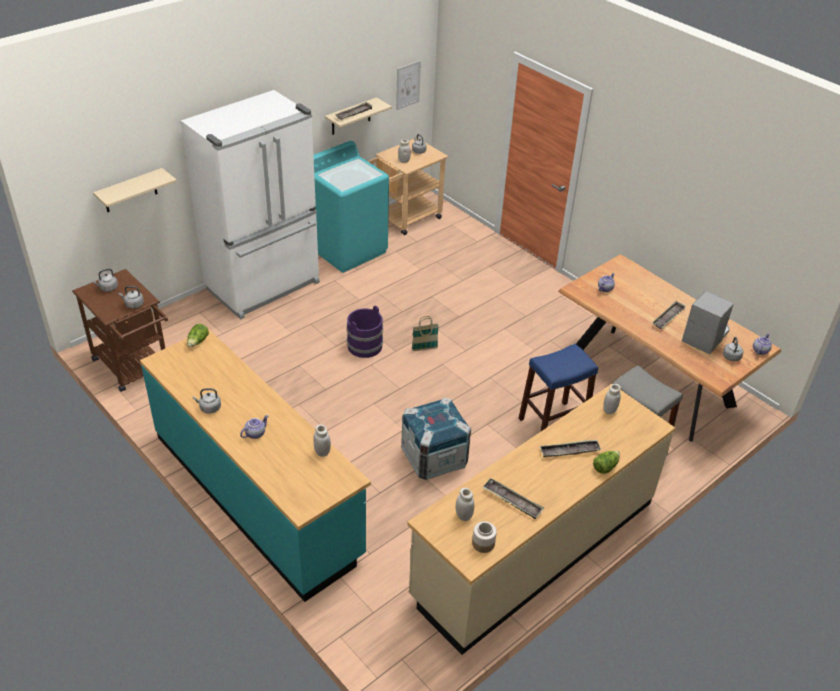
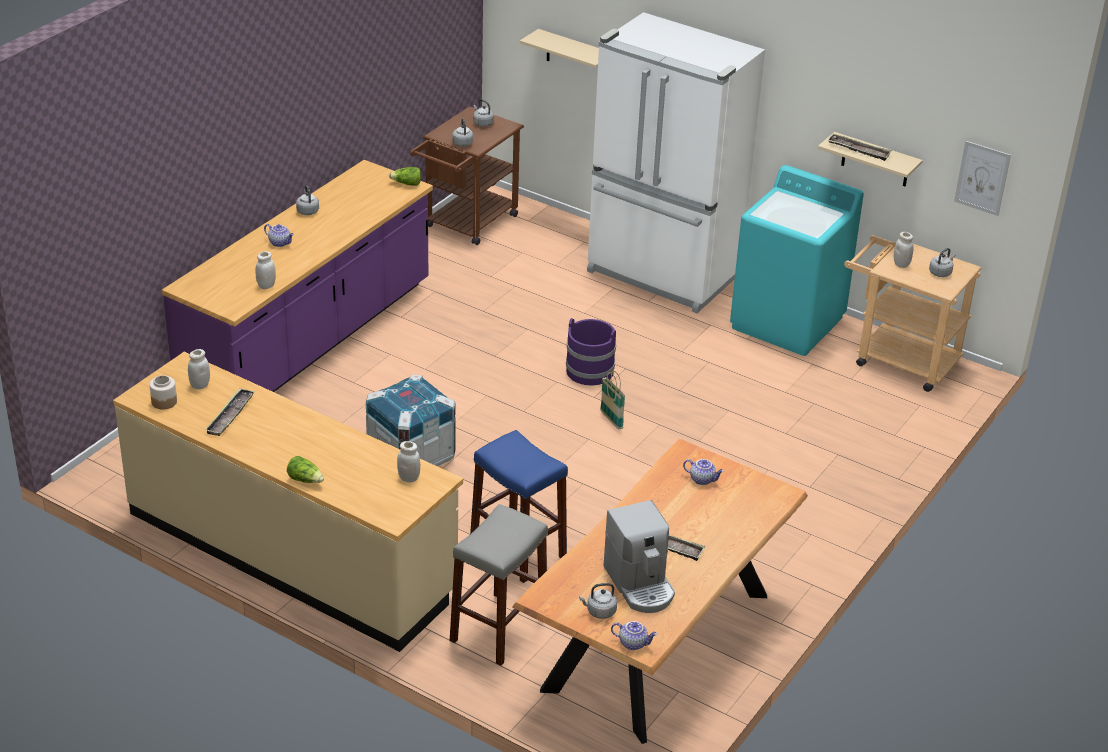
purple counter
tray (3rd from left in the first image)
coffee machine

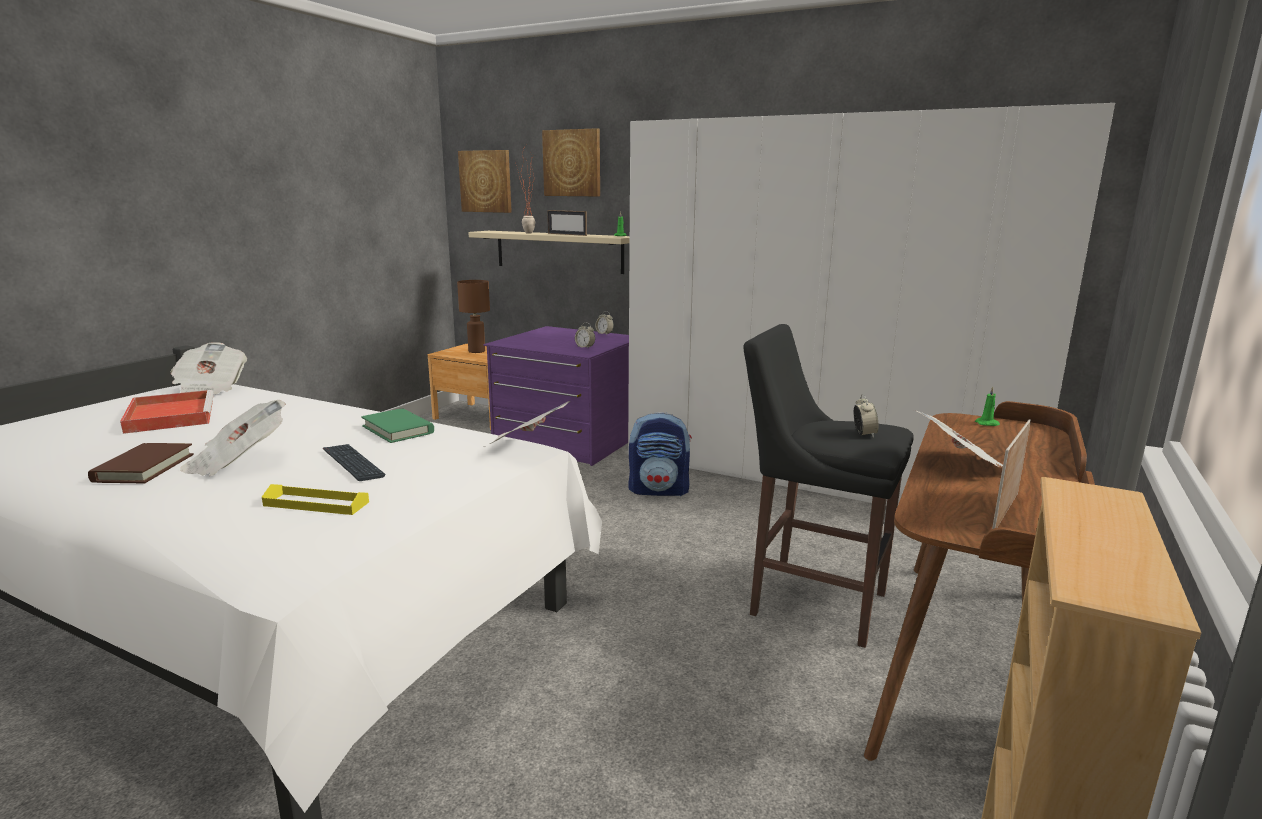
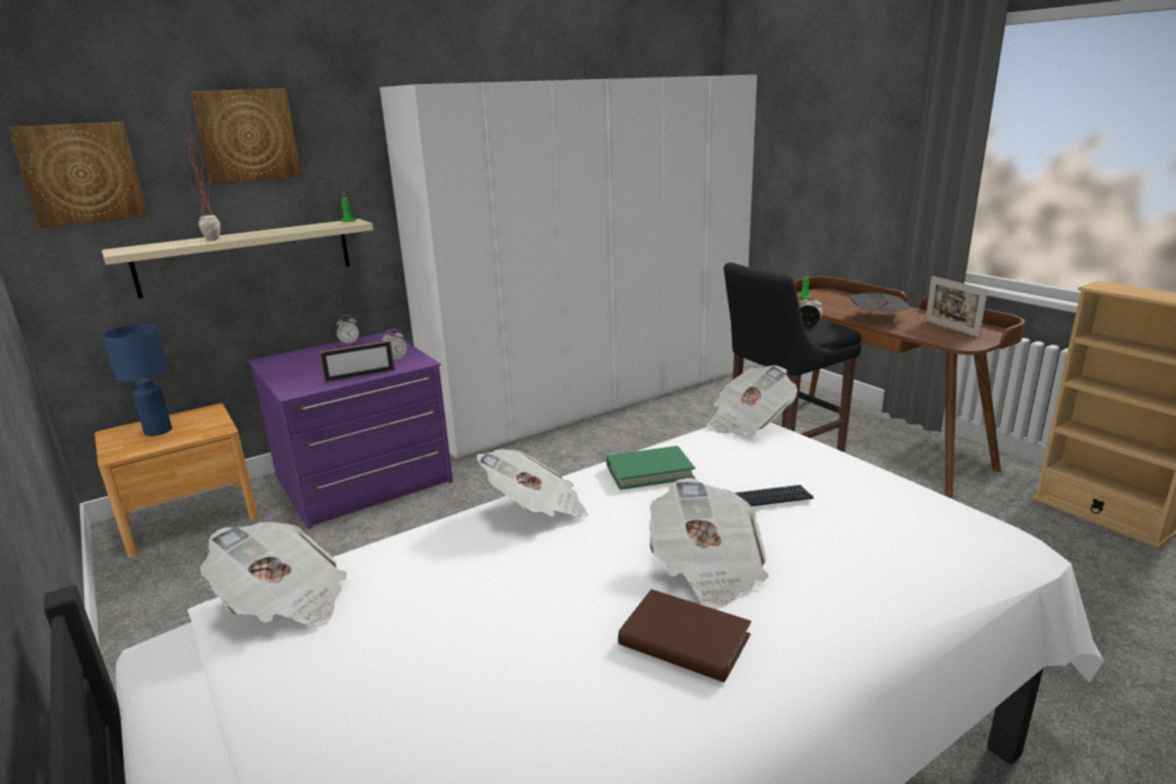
red tray
yellow tray
blue table lamp
picture frame (1st from left)
backpack
newspaper (2nd from left)

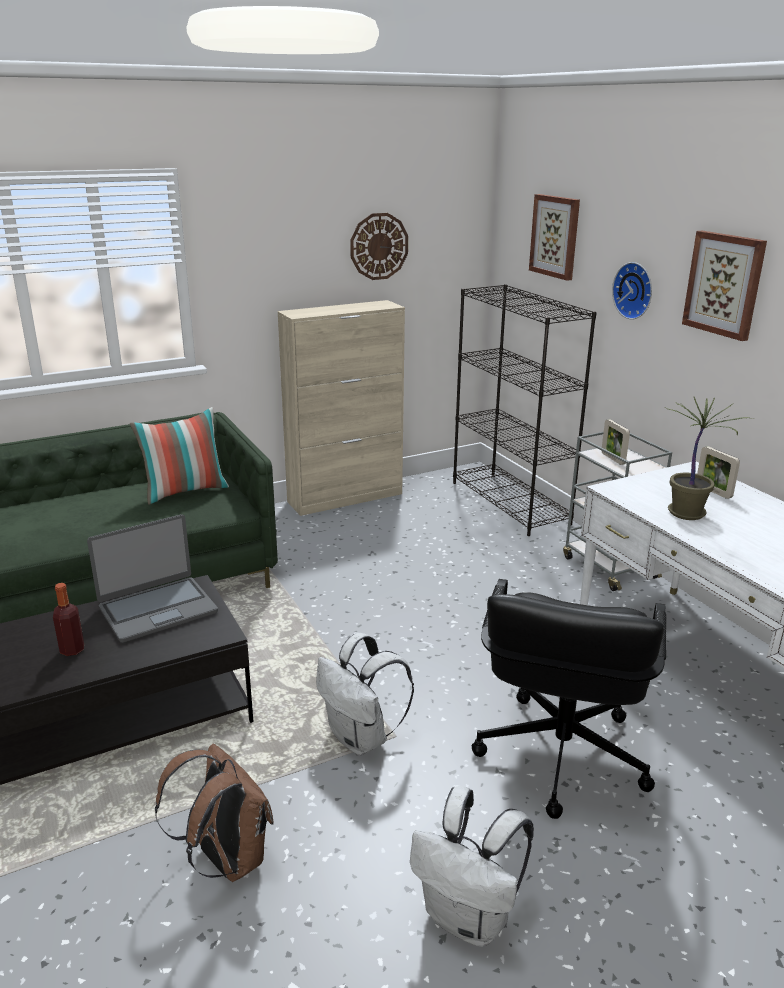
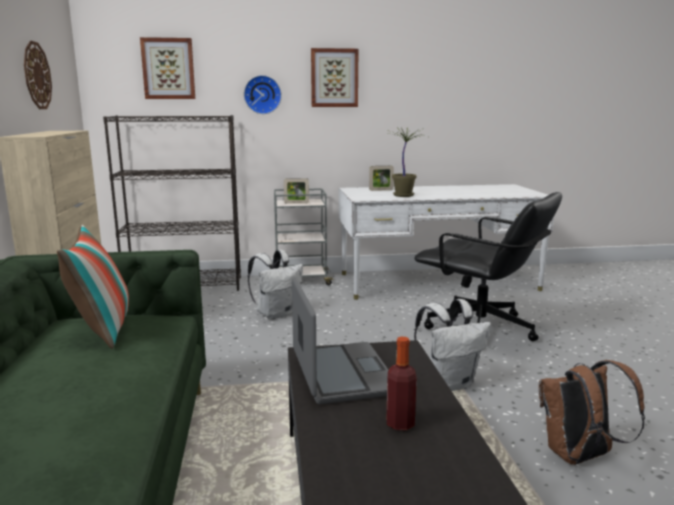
white backpack (1st from left)

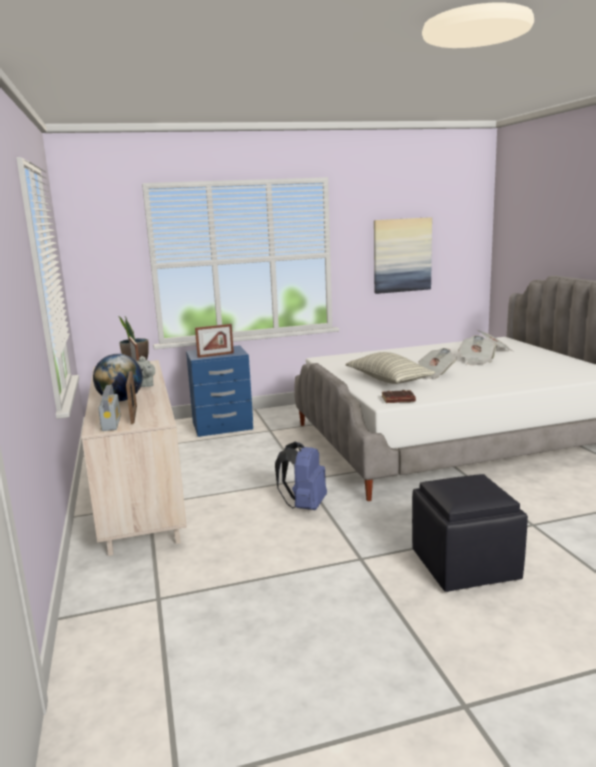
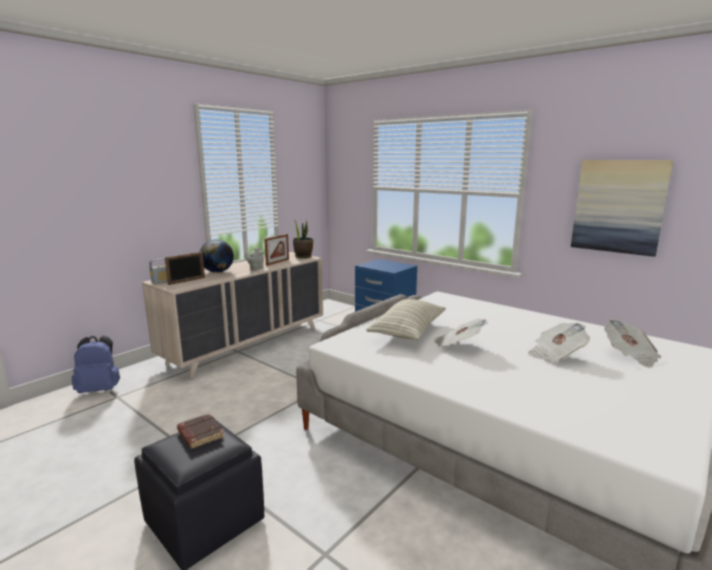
picture frame (3rd from left in the first image)
blue backpack
brown book

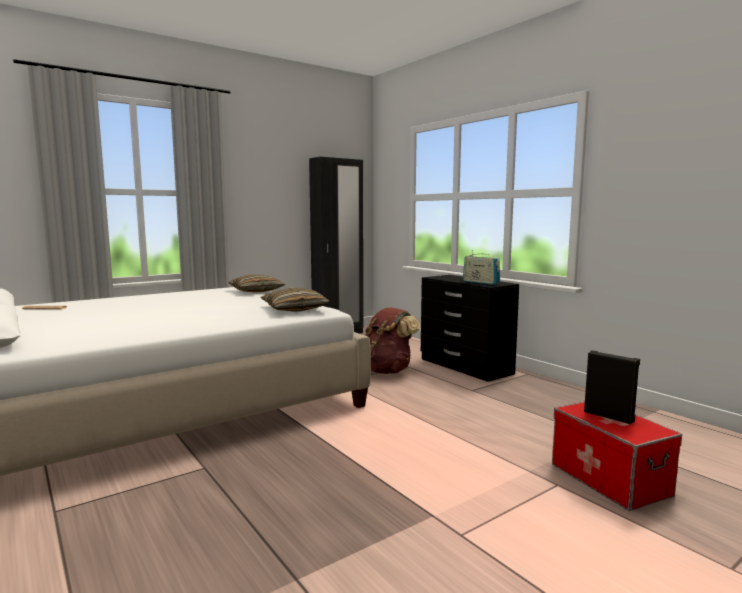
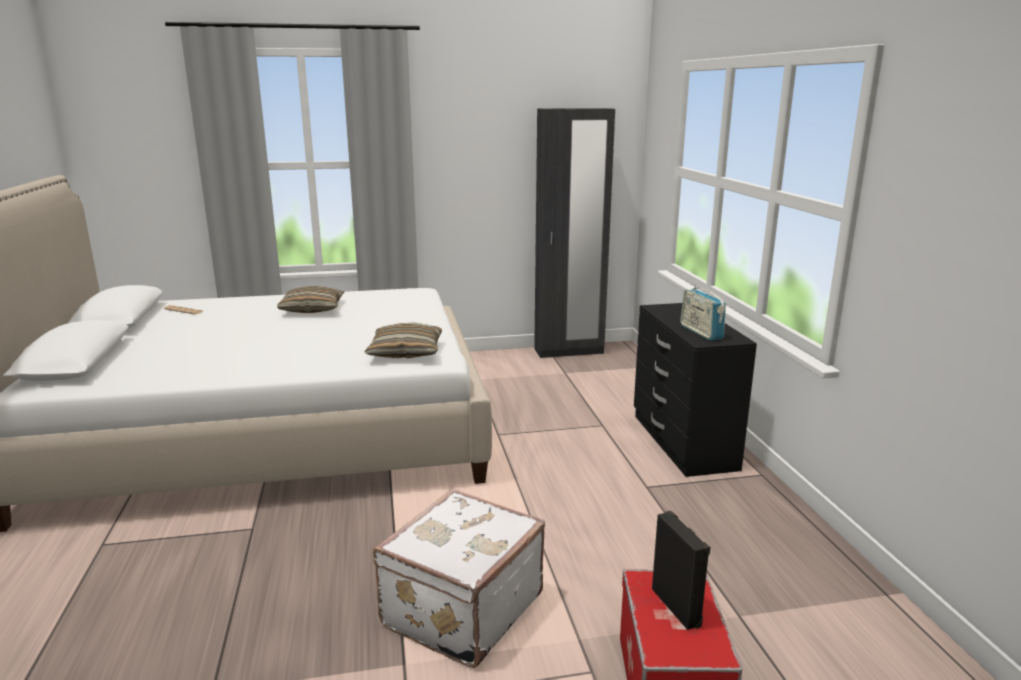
pillow (1st from left)
brown backpack
white suitcase

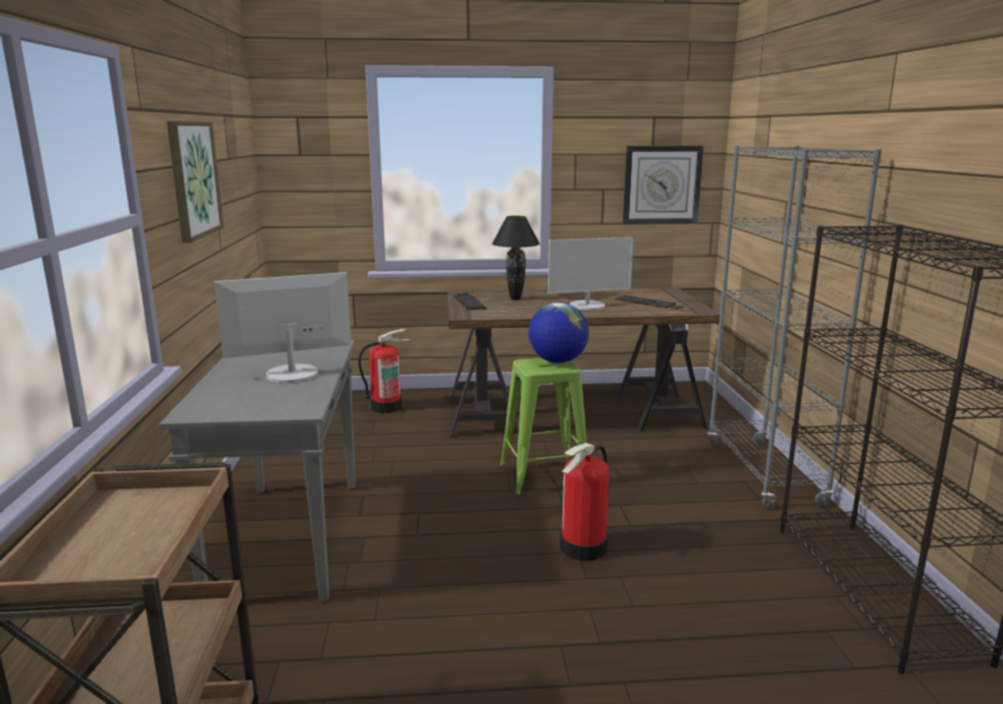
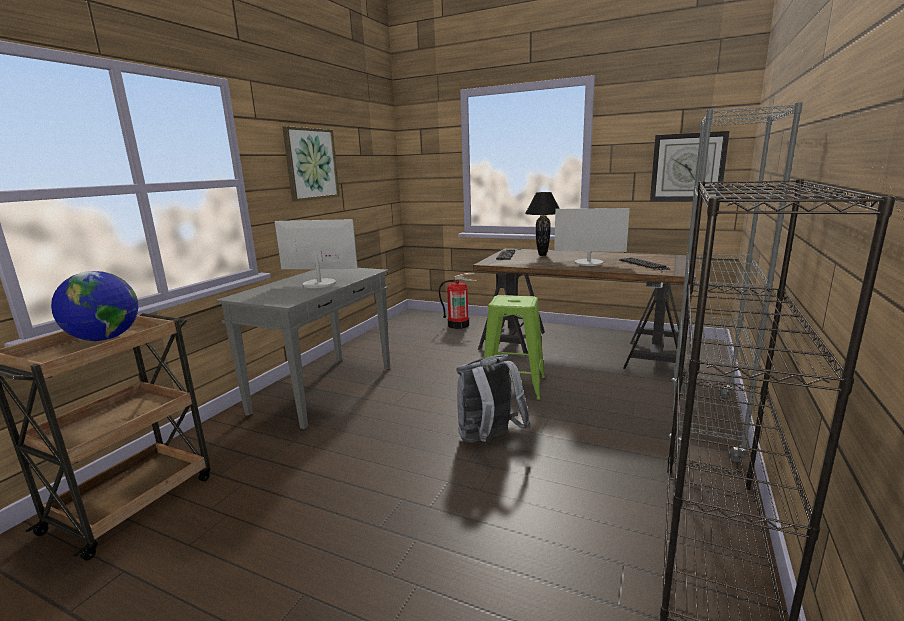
globe
grey backpack

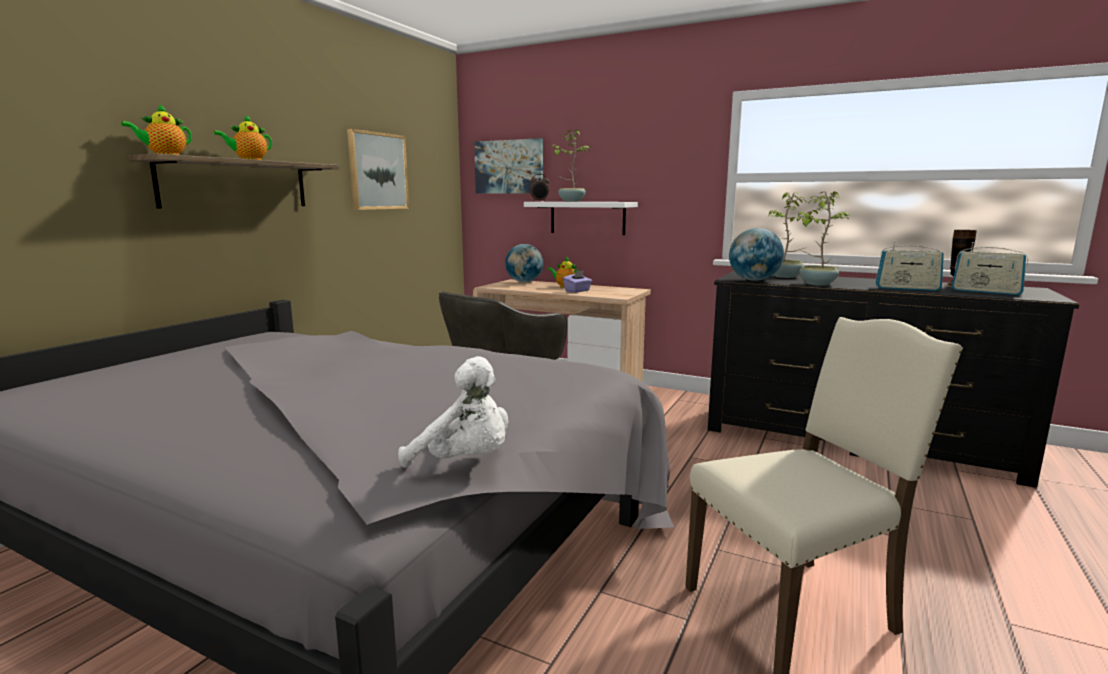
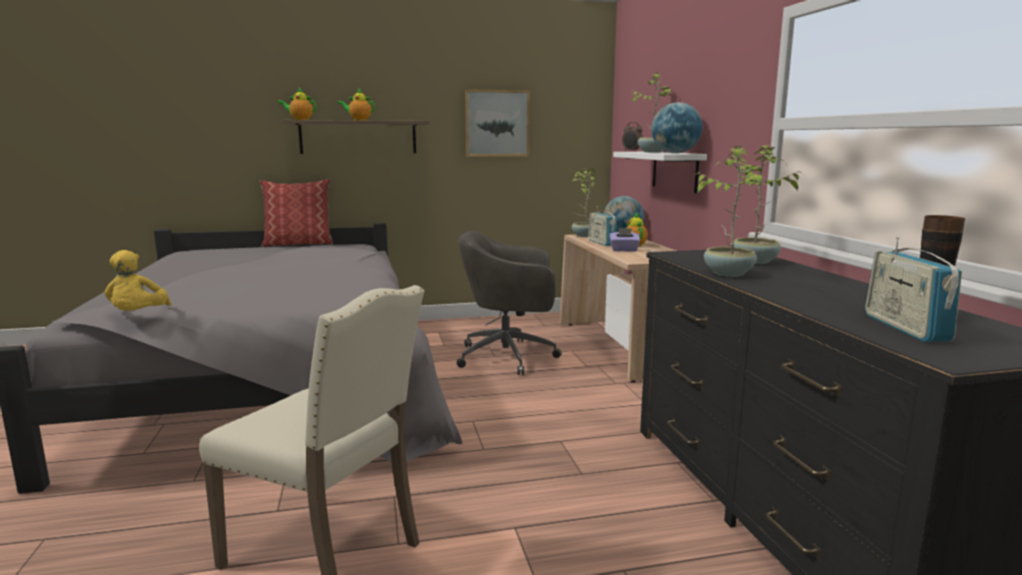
yellow plush toy
picture (2nd from left in the first image)
globe (2nd from left)
radio (1st from left)
pillow
potted plant (1st from left)

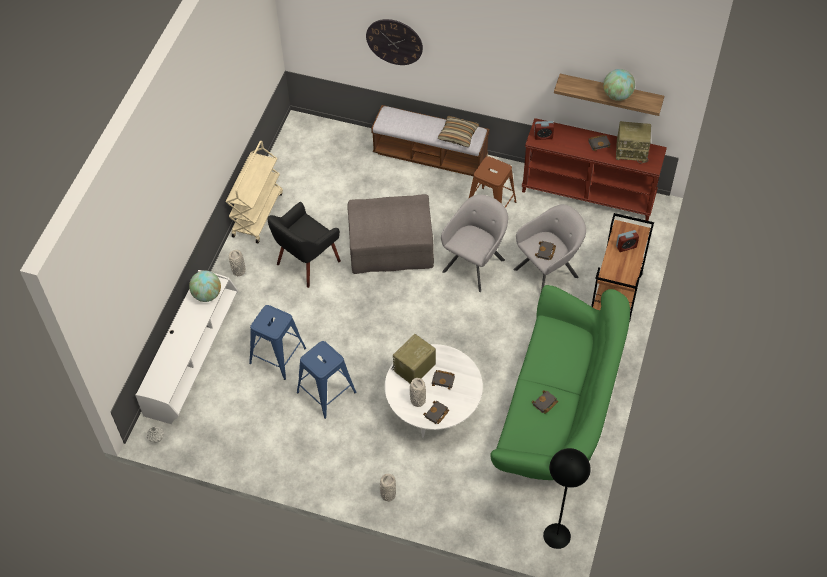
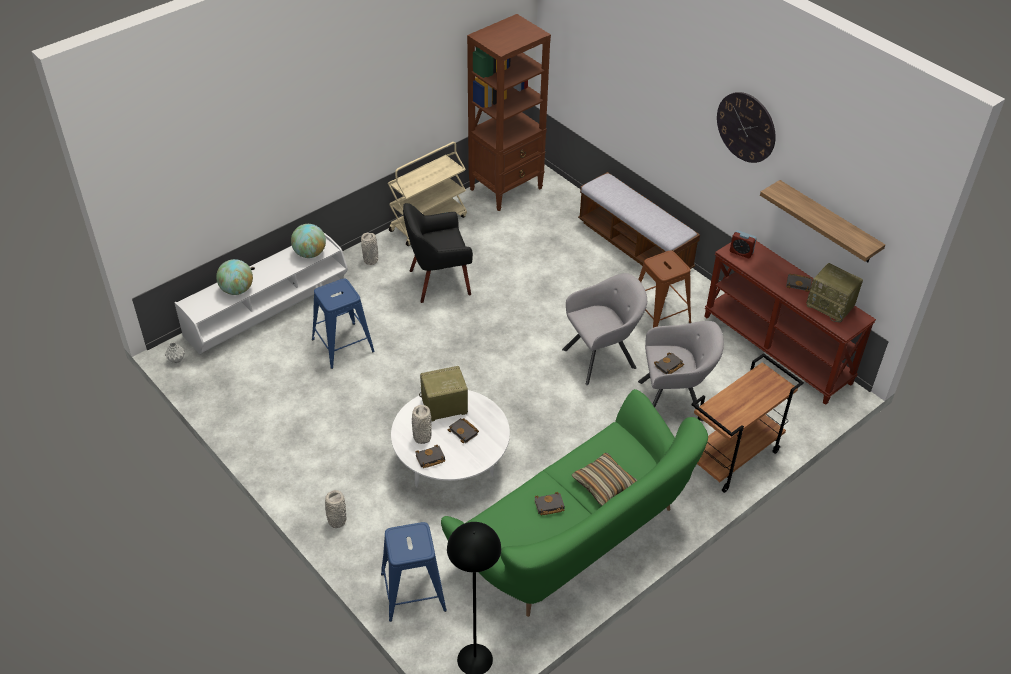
blue stool (2nd from left)
grey ottoman
wall clock
pillow
globe (1st from left)
alarm clock (2nd from left in the first image)
brown bookcase

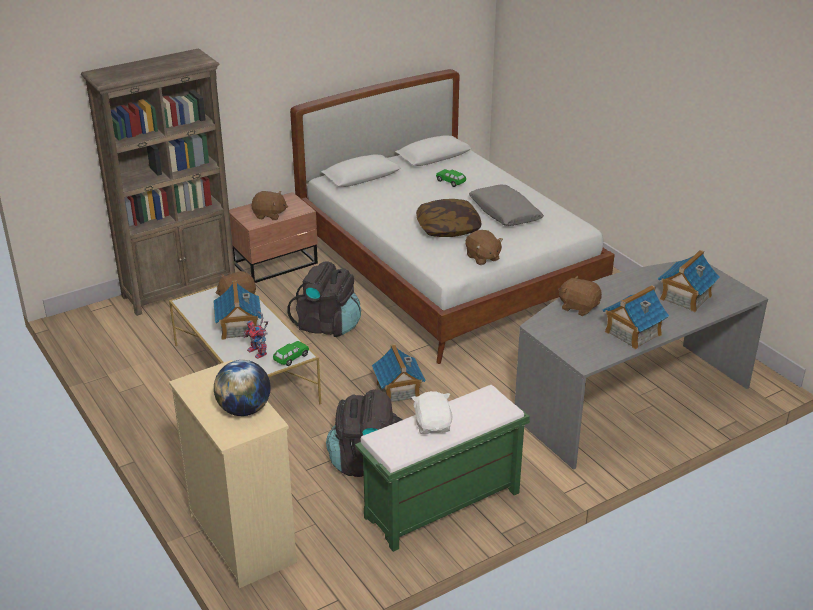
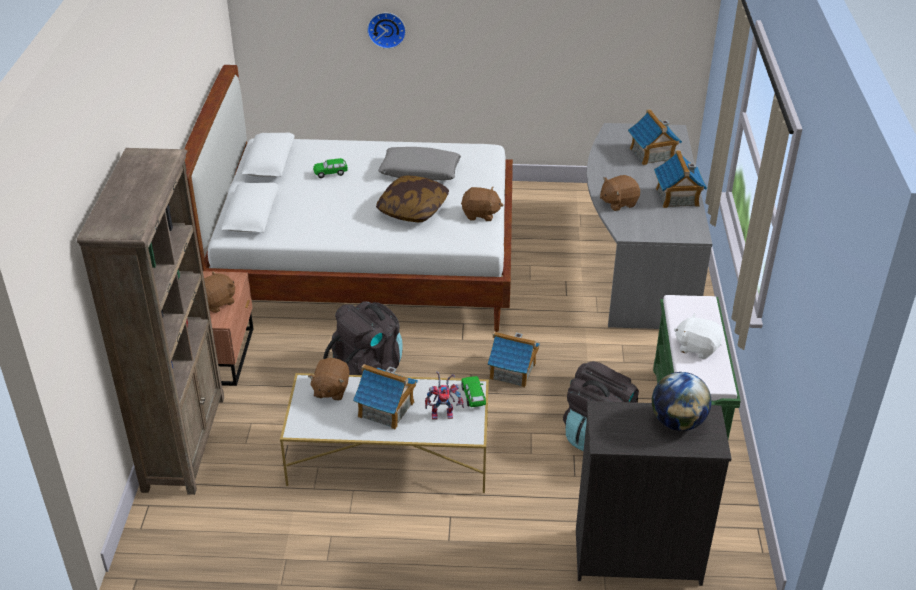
black dresser
wall clock

